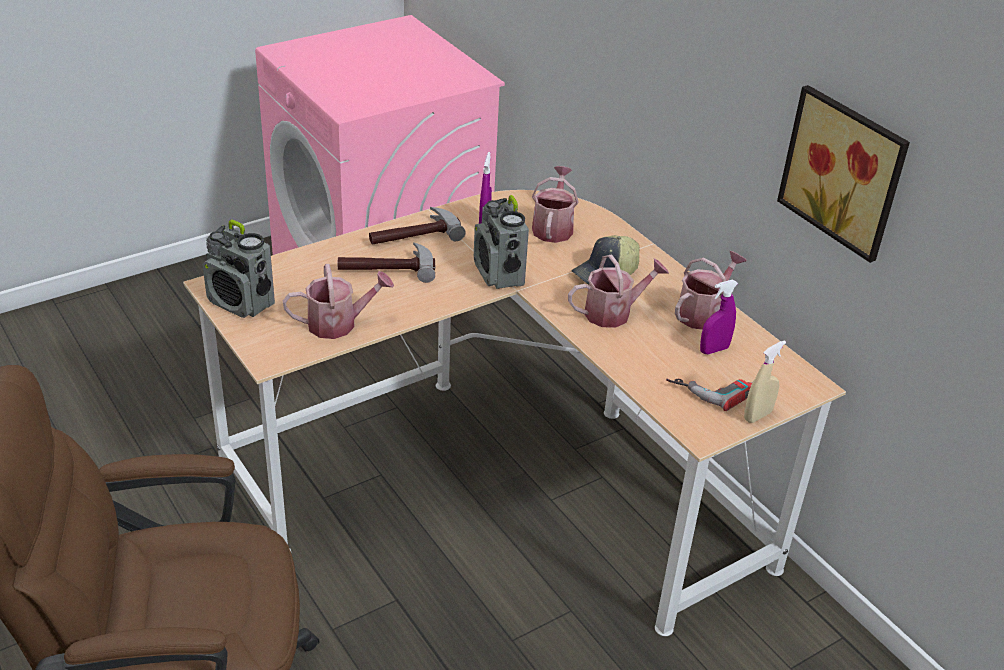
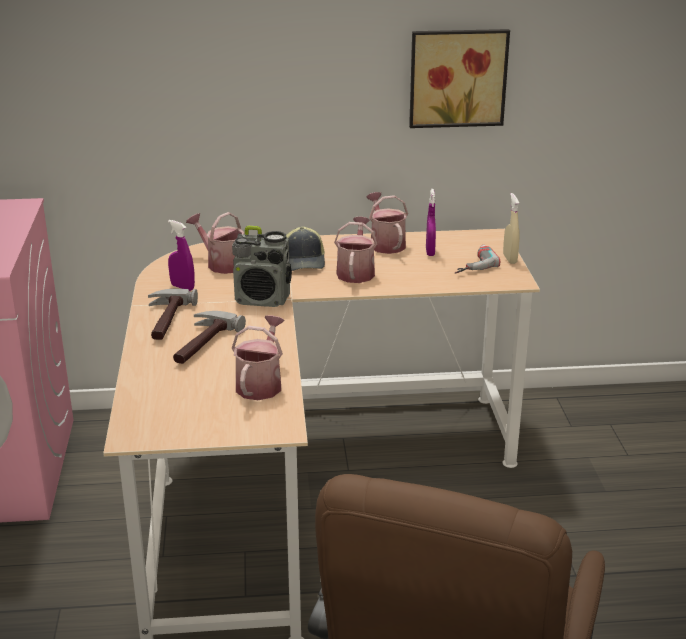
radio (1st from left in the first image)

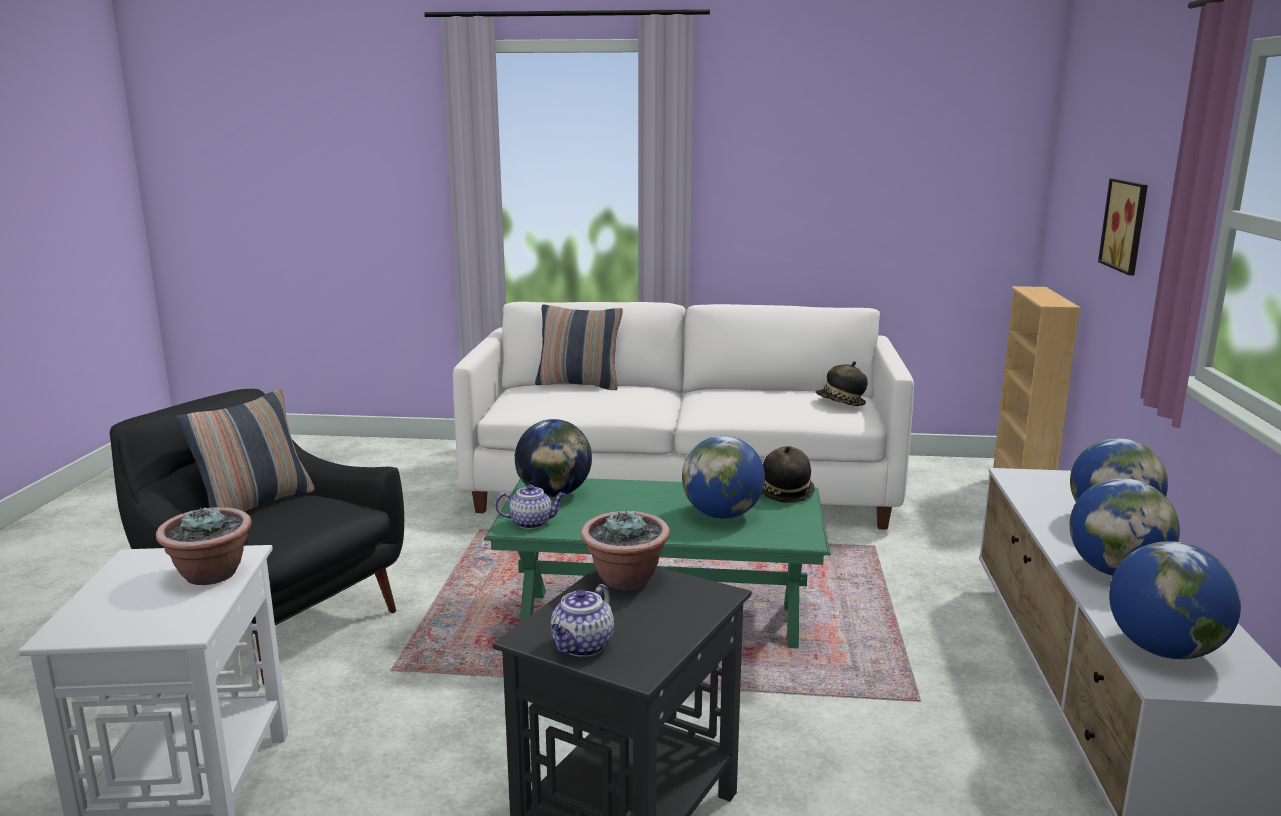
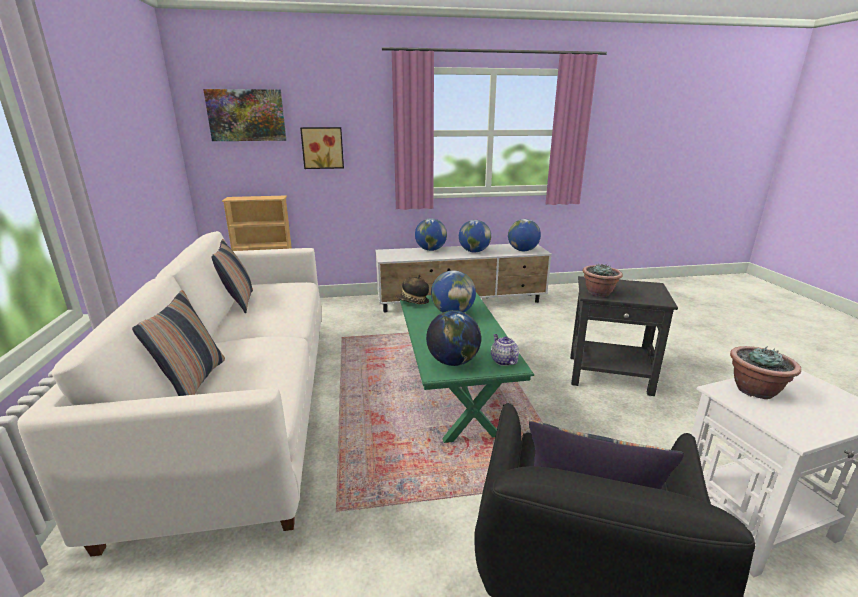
teapot (2nd from left in the first image)
hat (2nd from left in the first image)
picture (1st from left)
pillow (2nd from left)

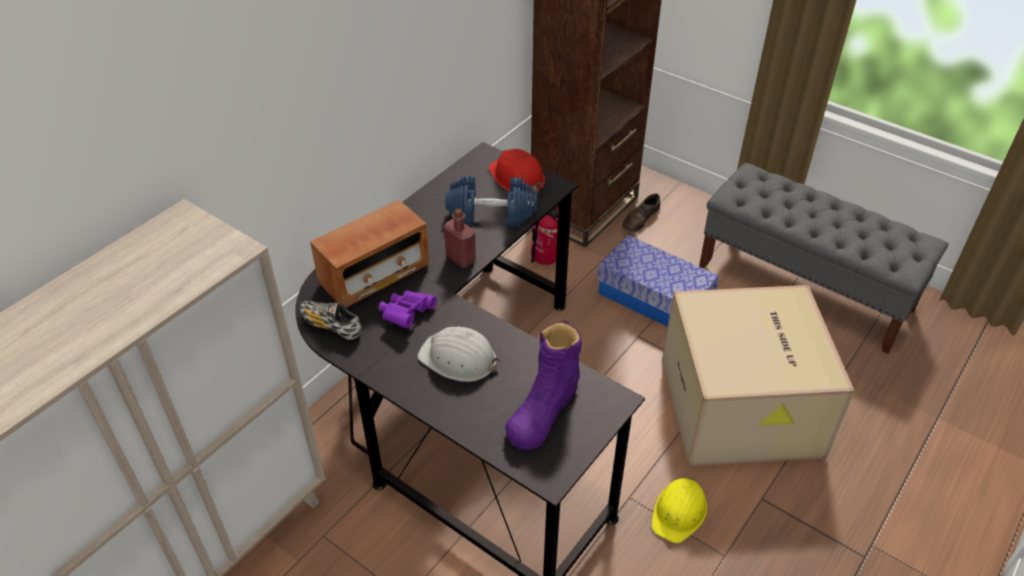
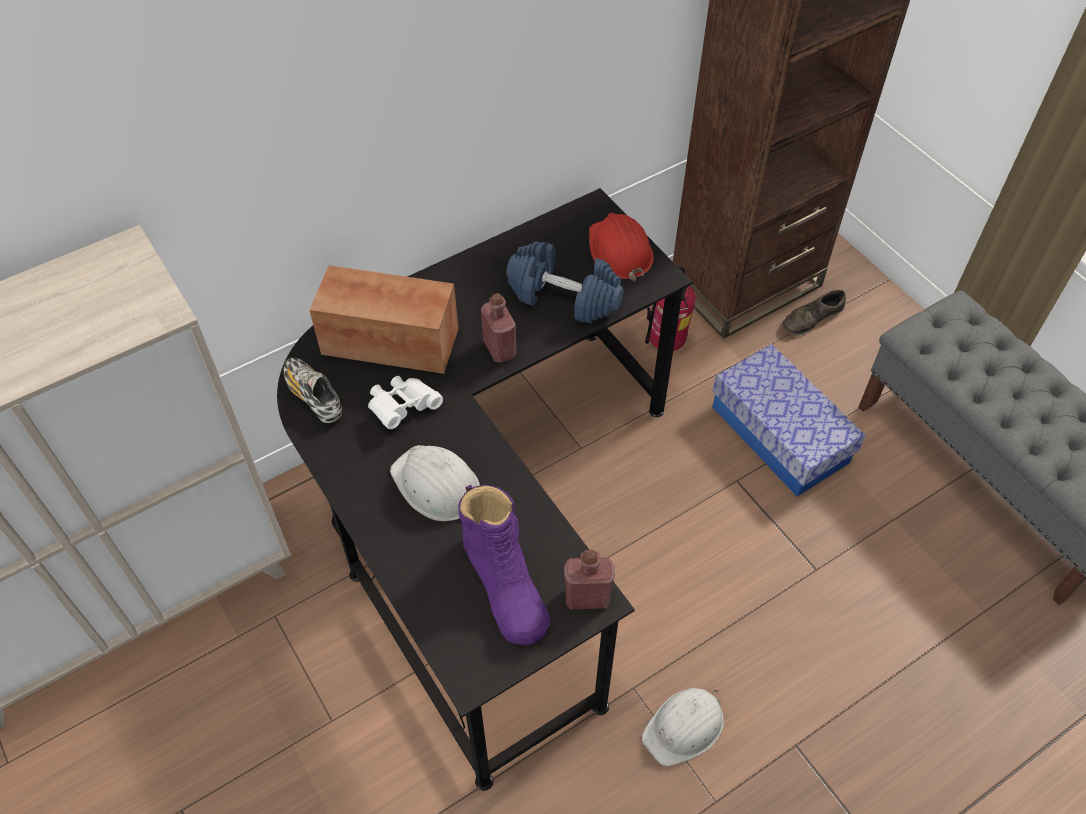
radio
white binoculars
purple boot
white hard hat (2nd from left)
cardboard box
red bottle (2nd from left)

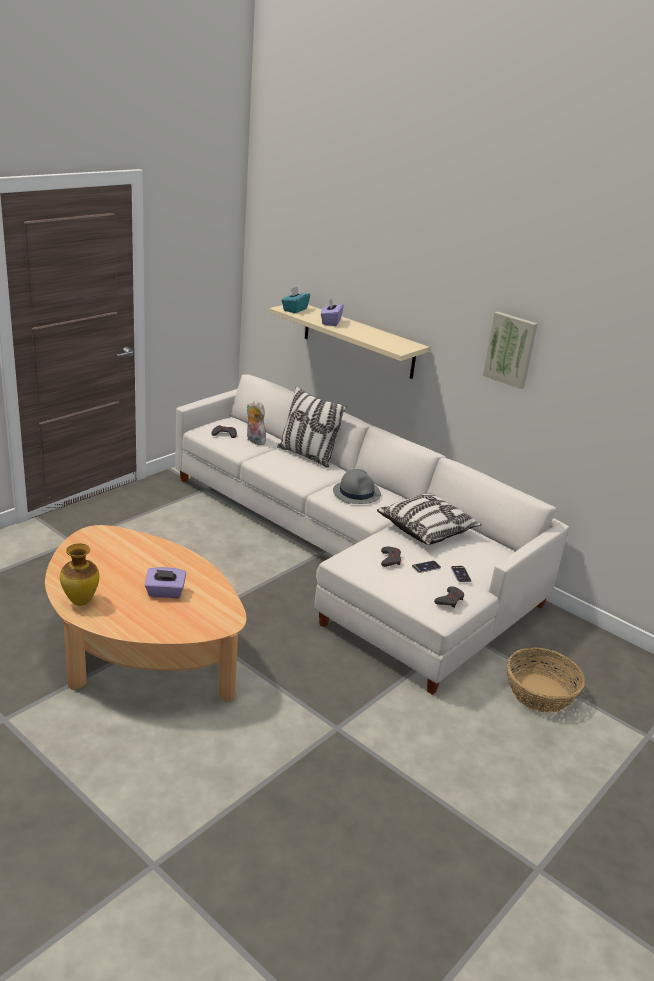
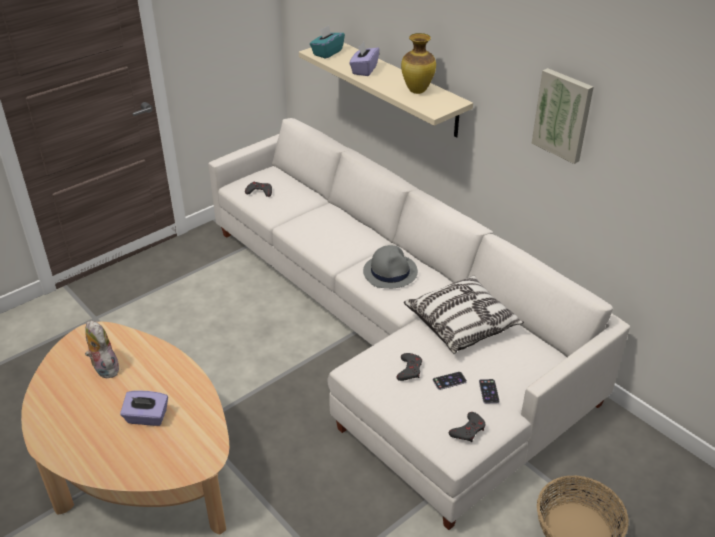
vase
plush toy
pillow (1st from left in the first image)

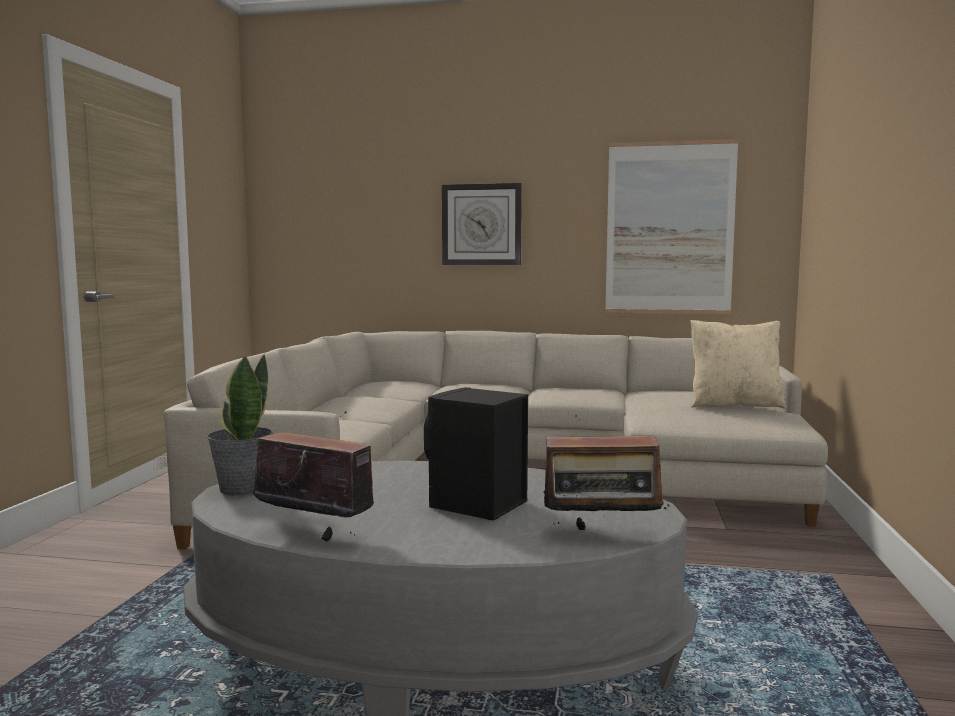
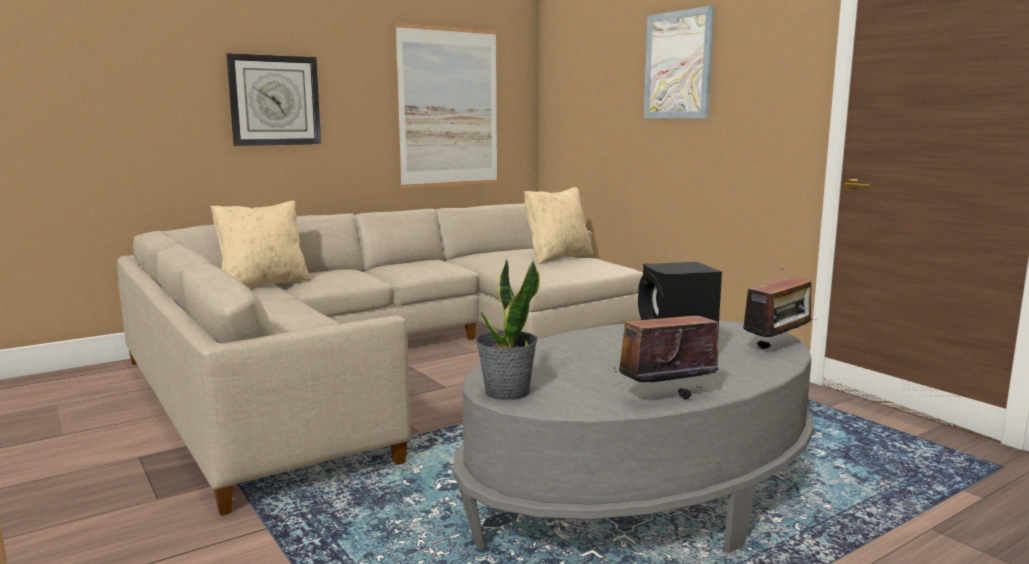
beige pillow (1st from left)
picture (2nd from left)

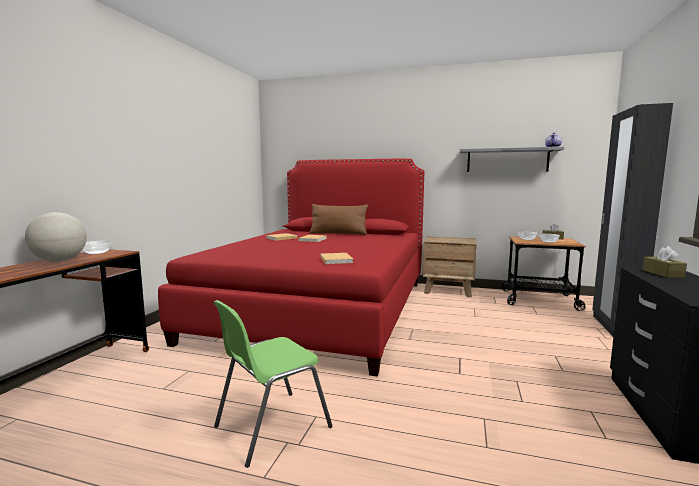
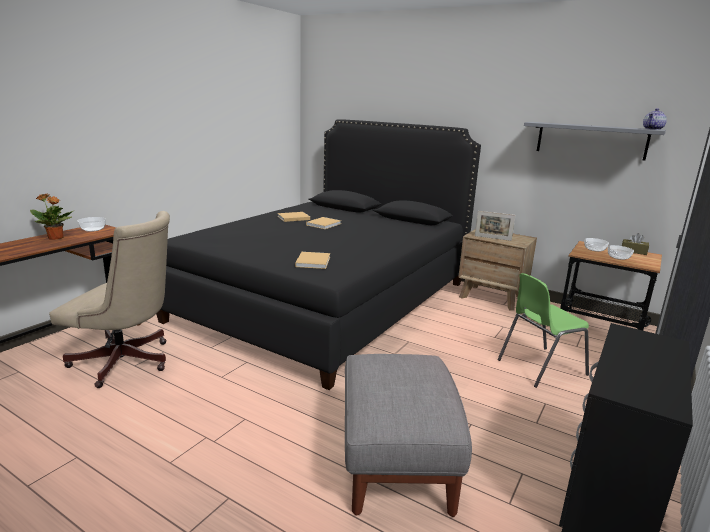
potted plant
black bed
green chair
brown pillow
brown tissue box (2nd from left in the first image)
beige office chair
grey ottoman
picture frame

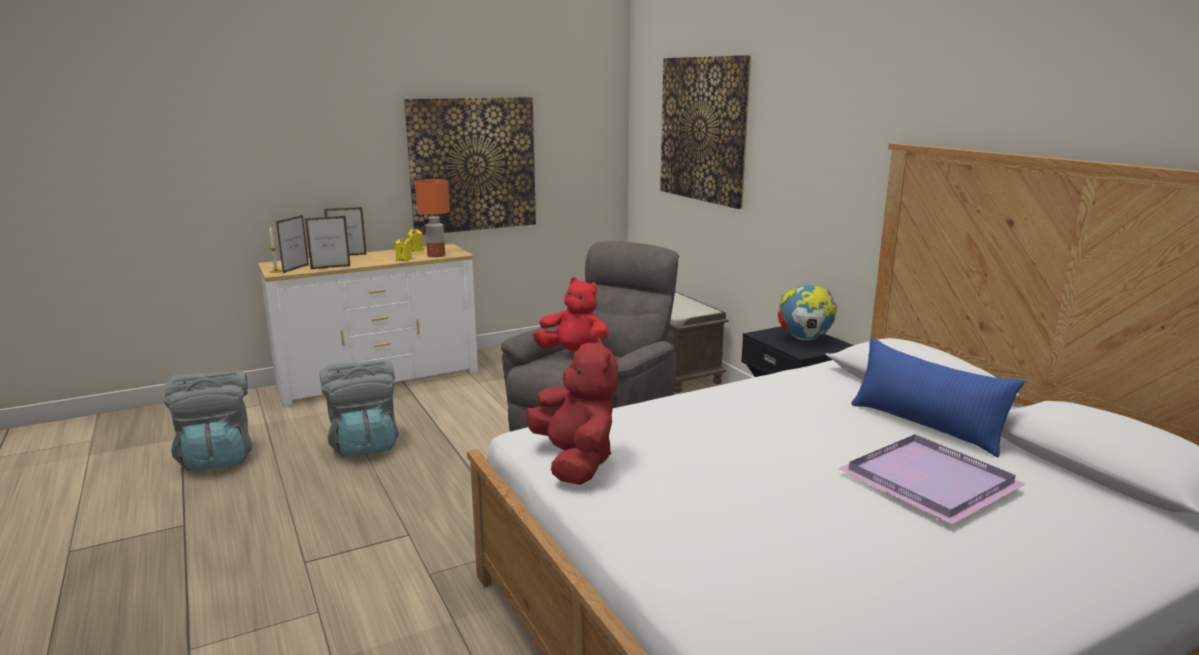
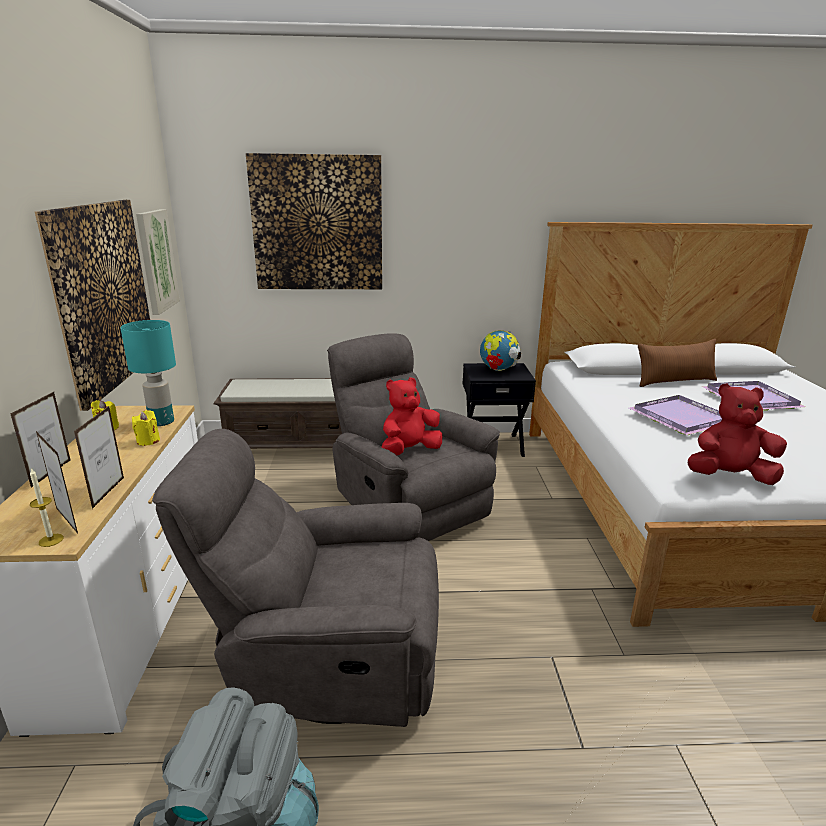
grey armchair (1st from left)
turquoise table lamp
brown pillow
picture (2nd from left)
purple tray (1st from left)

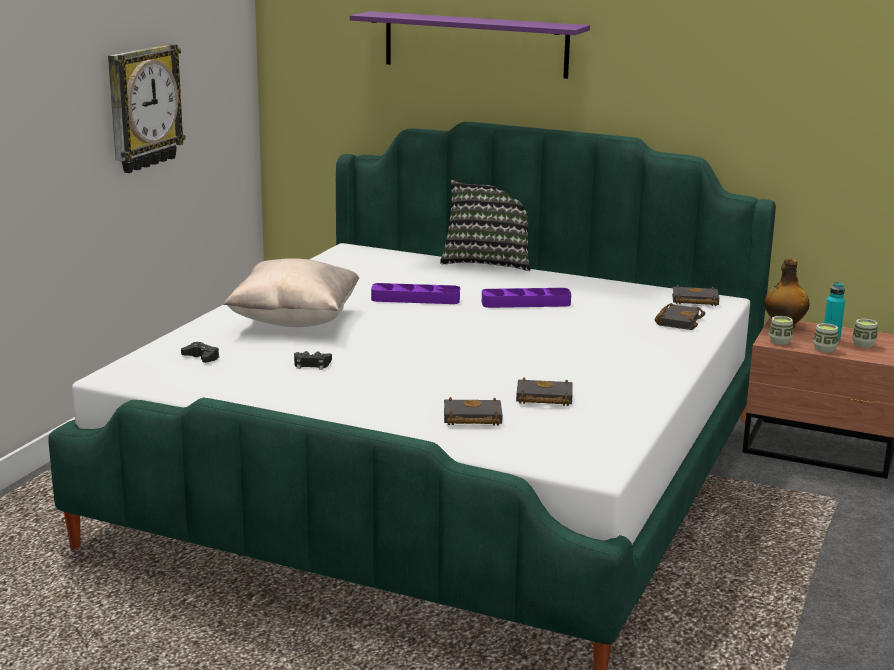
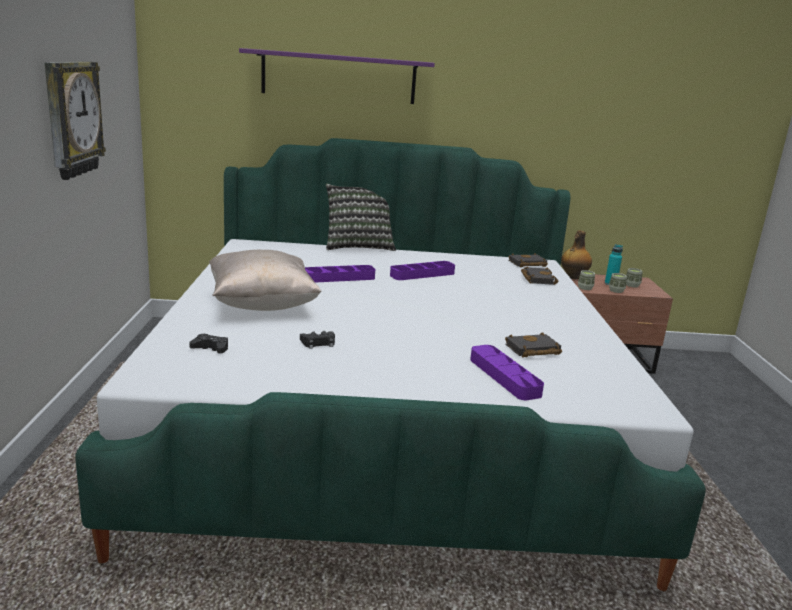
purple tray (3rd from left)

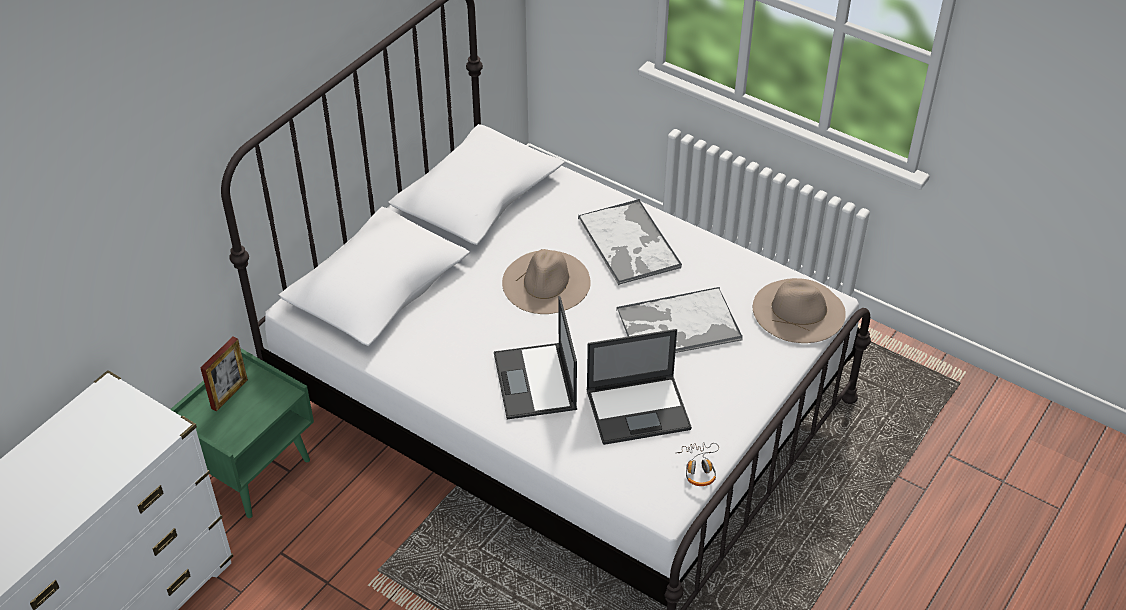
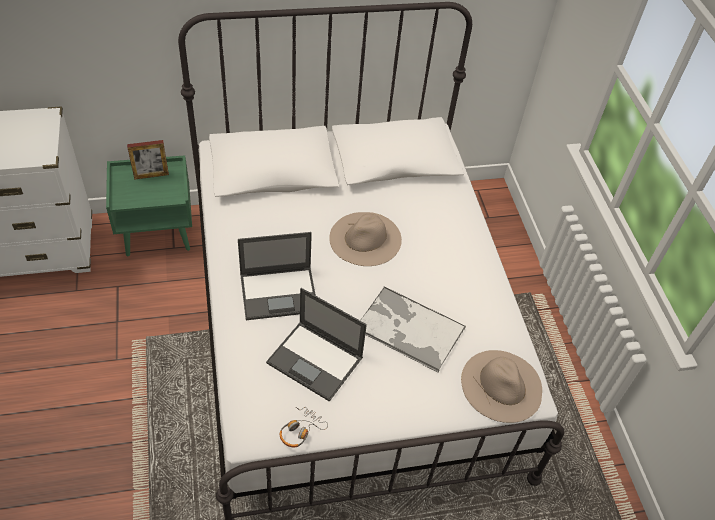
laptop (1st from left)
tray (1st from left in the first image)

